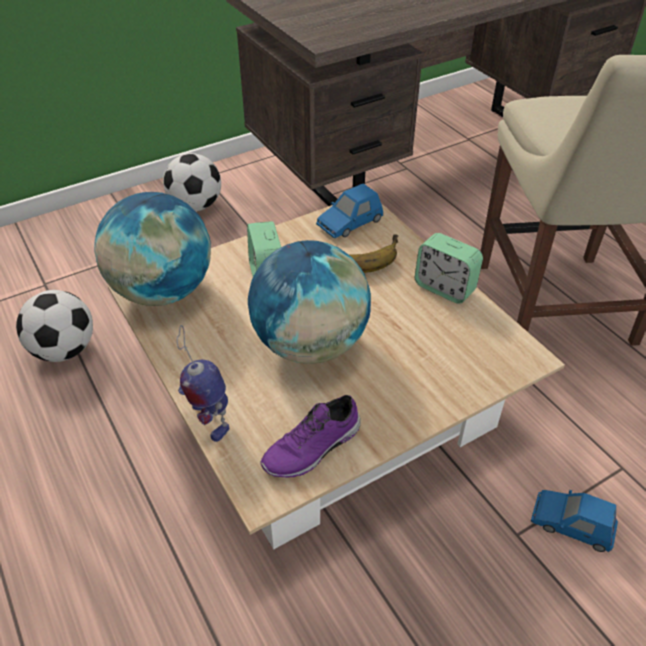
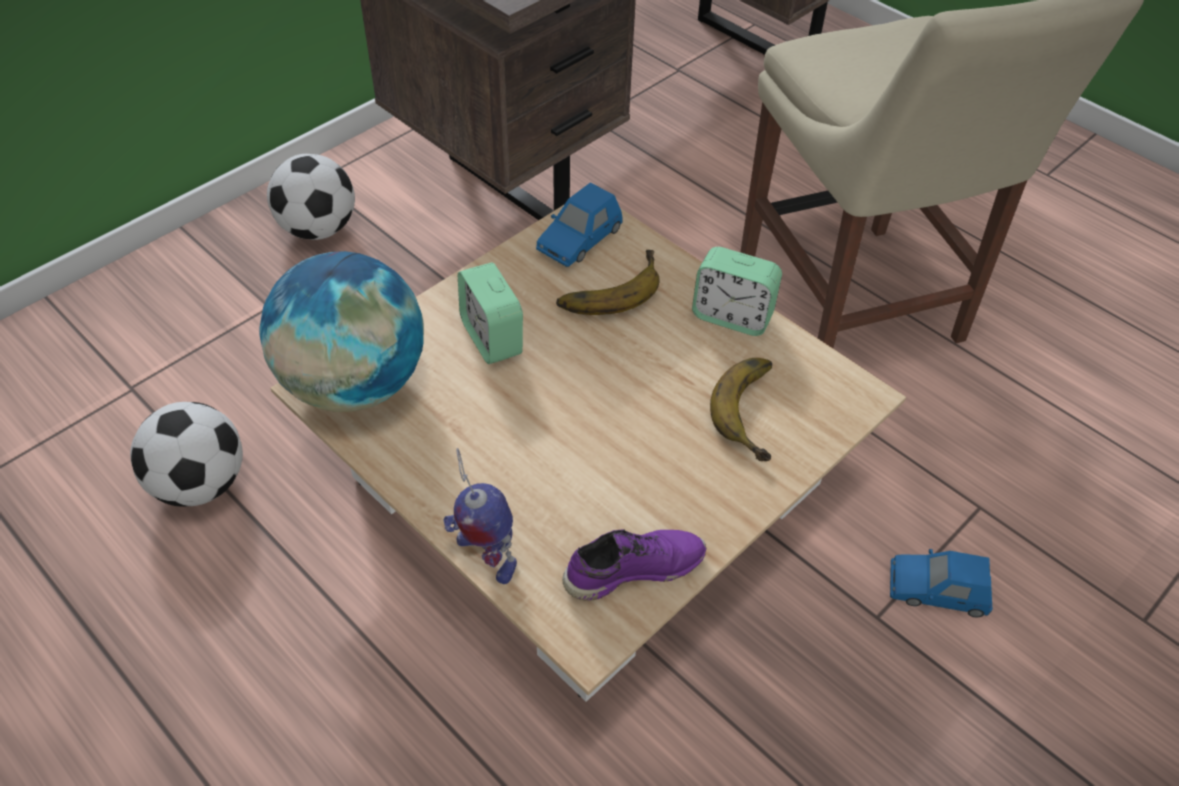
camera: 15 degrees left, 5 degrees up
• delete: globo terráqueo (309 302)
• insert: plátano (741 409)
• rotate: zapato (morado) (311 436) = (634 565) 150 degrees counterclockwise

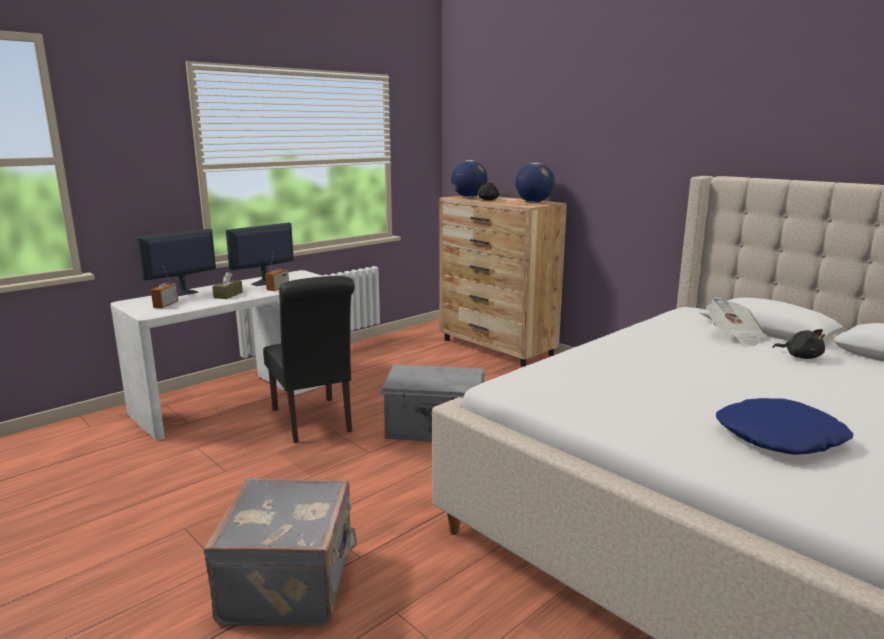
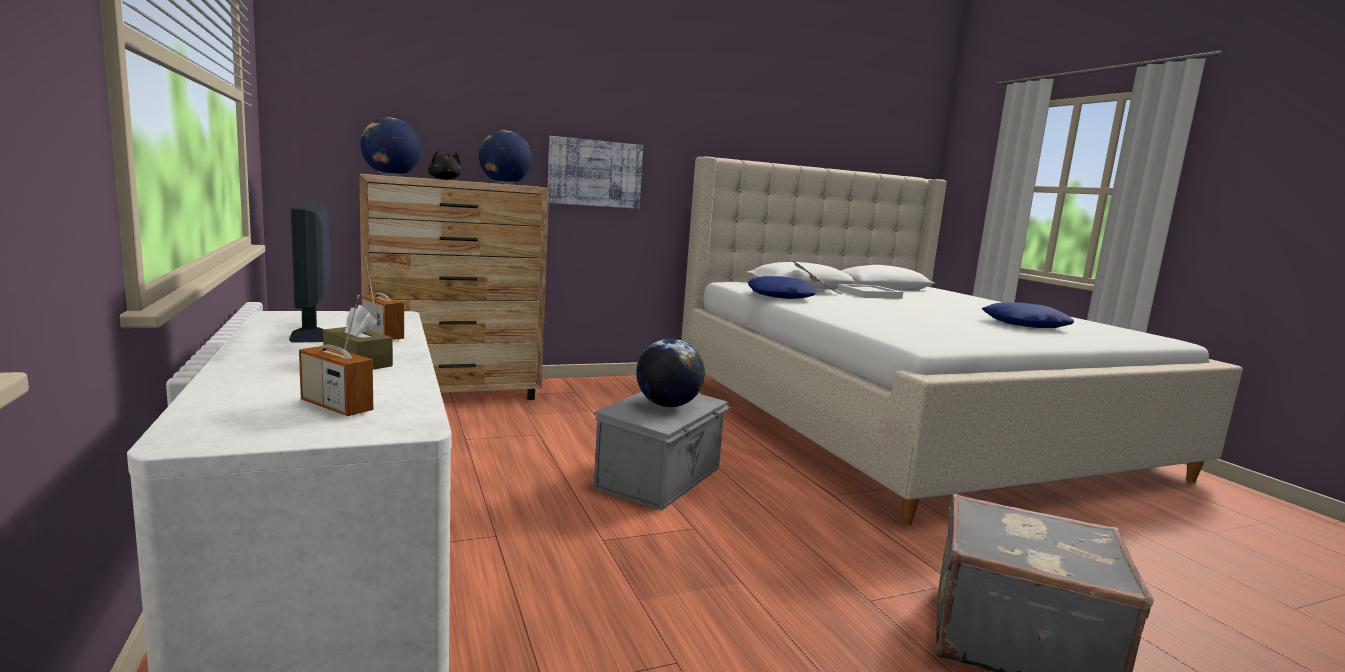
camera: 70 degrees left, 5 degrees down
• delete: monitor (176 262)
• delete: silla (negro) (309 359)
• insert: cuadro (595 172)
• insert: globo terráqueo (670 373)
• insert: cojín (azul) (782 287)
• replace: peluche (negro) (799 344) to bandeja (blanco) (870 291)

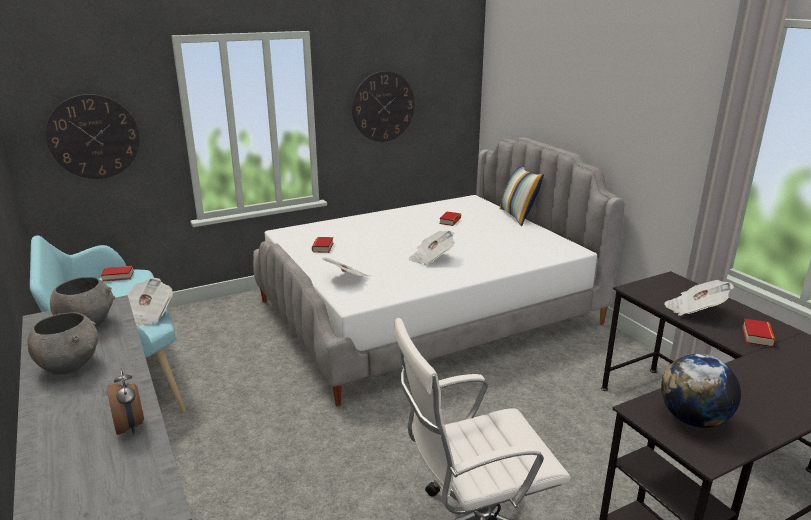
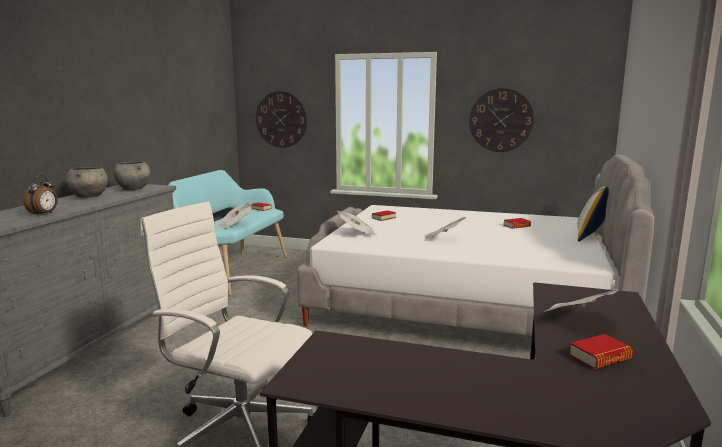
camera: 45 degrees right, 10 degrees down
• delete: globo terráqueo (701 391)

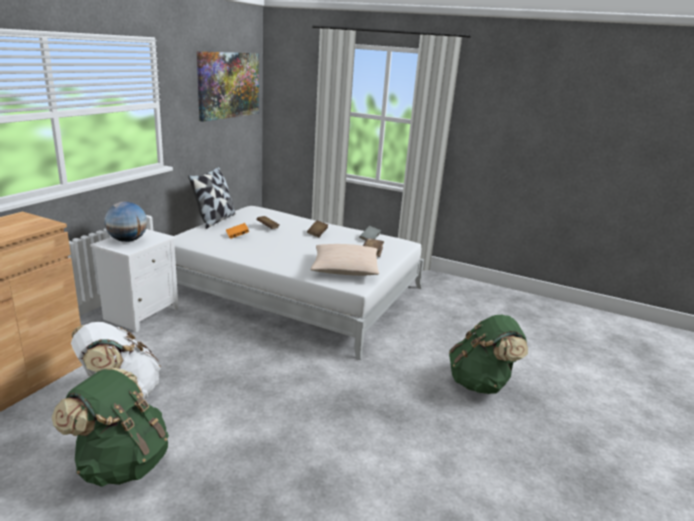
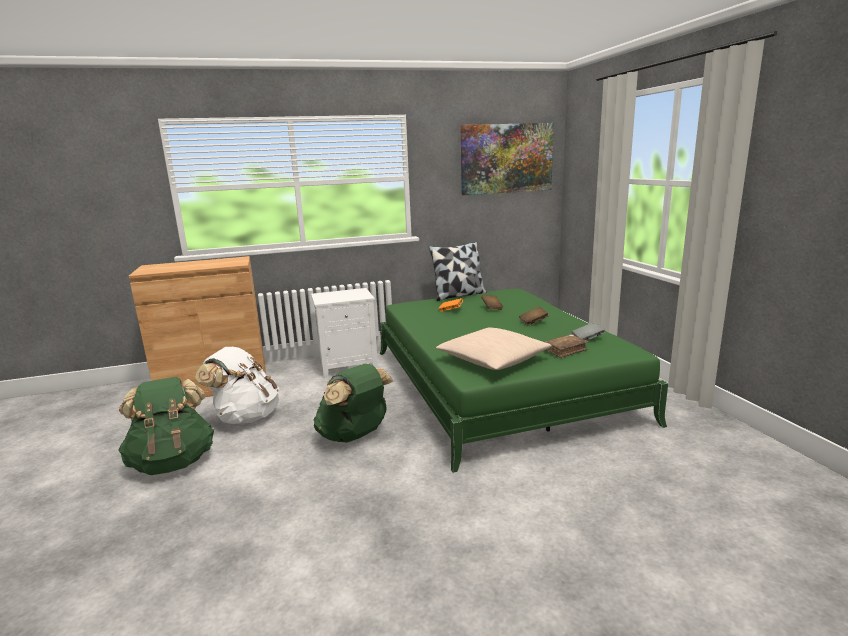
camera: 50 degrees right, 5 degrees down
• delete: globo terráqueo (126 222)
• move: mochila (verde) (488 354) to (354 403)
• recolor: cama (blanco) (299 283) to cama (verde) (524 381)

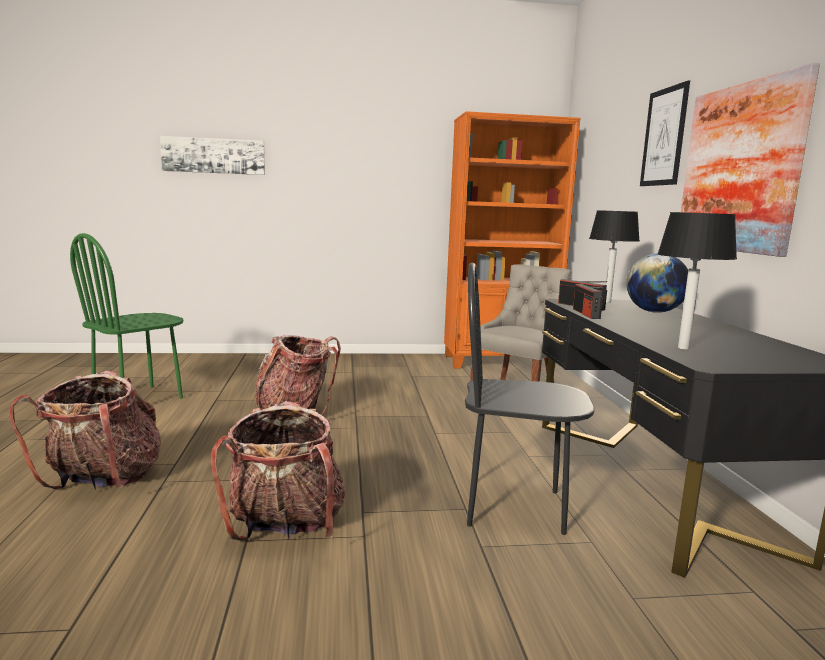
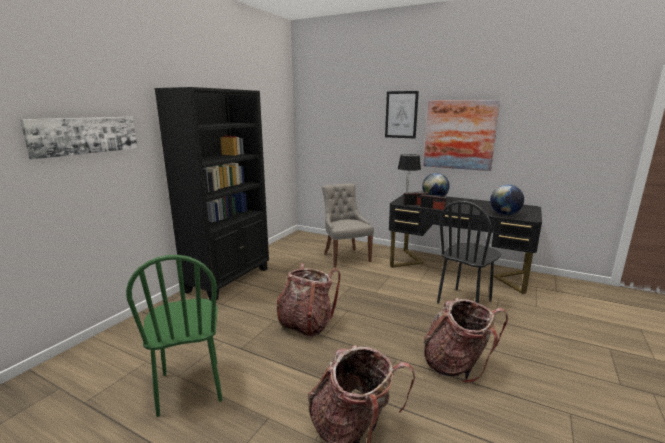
camera: 55 degrees left, 5 degrees up
• delete: estantería (naranja) (512 239)
• insert: estantería (negro) (211 194)
• replace: lámpara de mesa (697 281) to globo terráqueo (507 199)

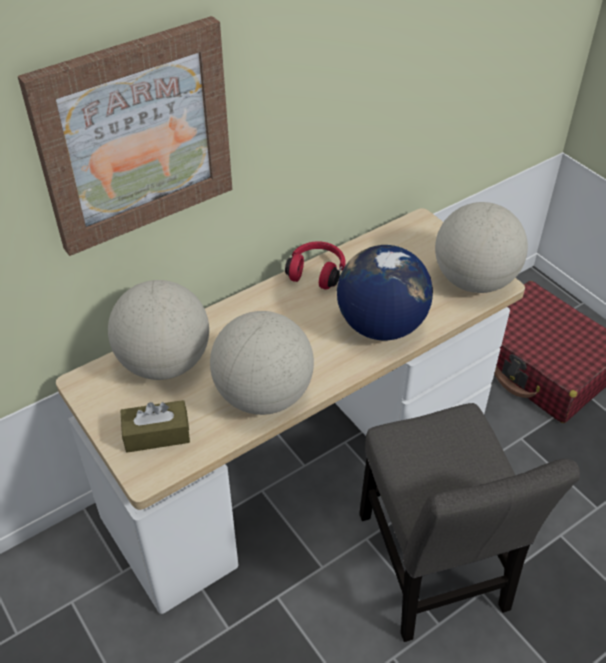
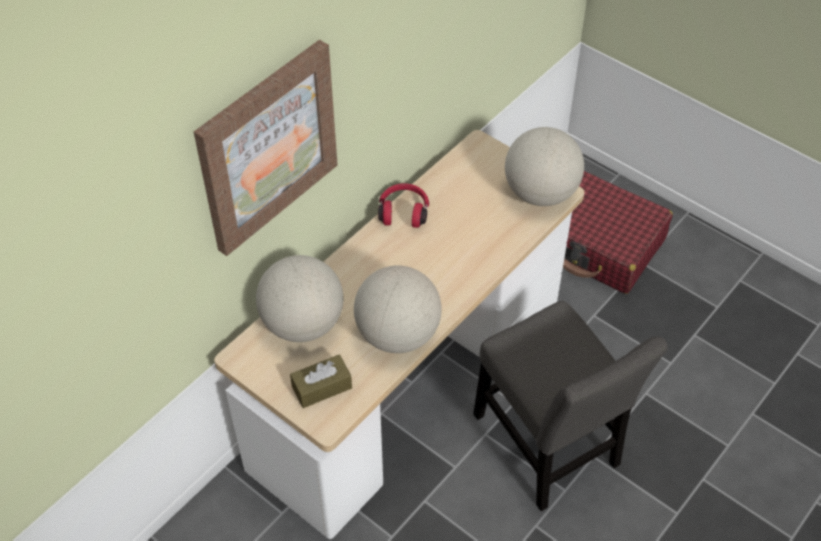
camera: 15 degrees left, 5 degrees up
• delete: globo terráqueo (385 292)

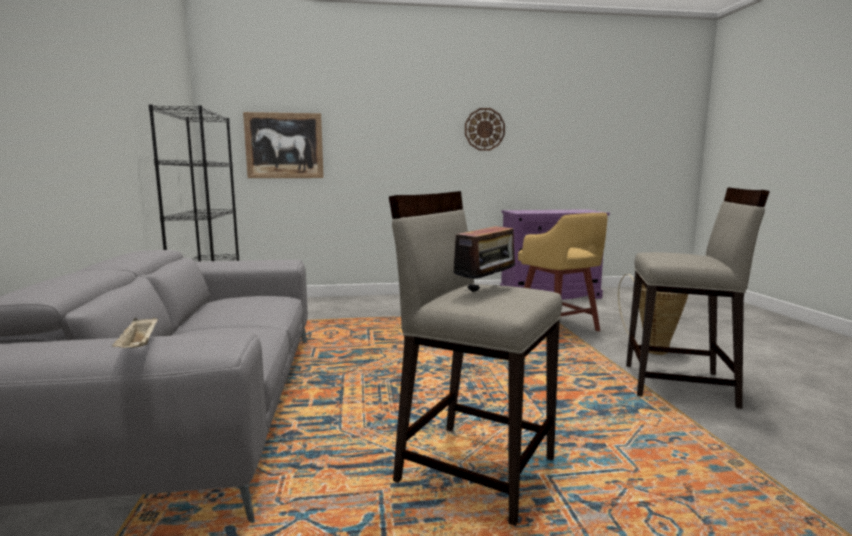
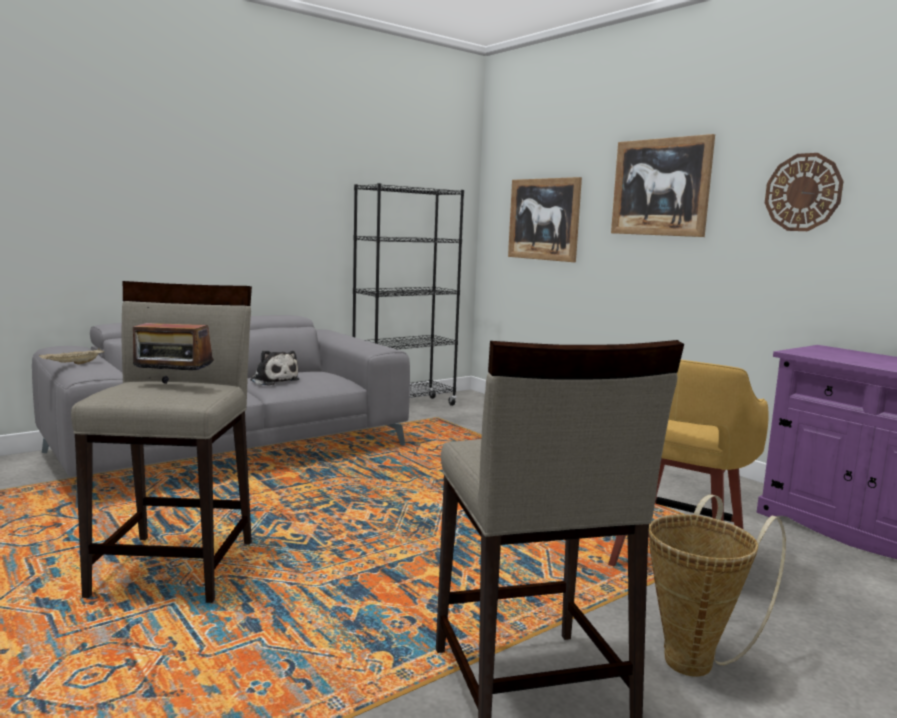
camera: 60 degrees right, 0 degrees up
• insert: peluche (275 368)
• insert: cuadro (663 185)

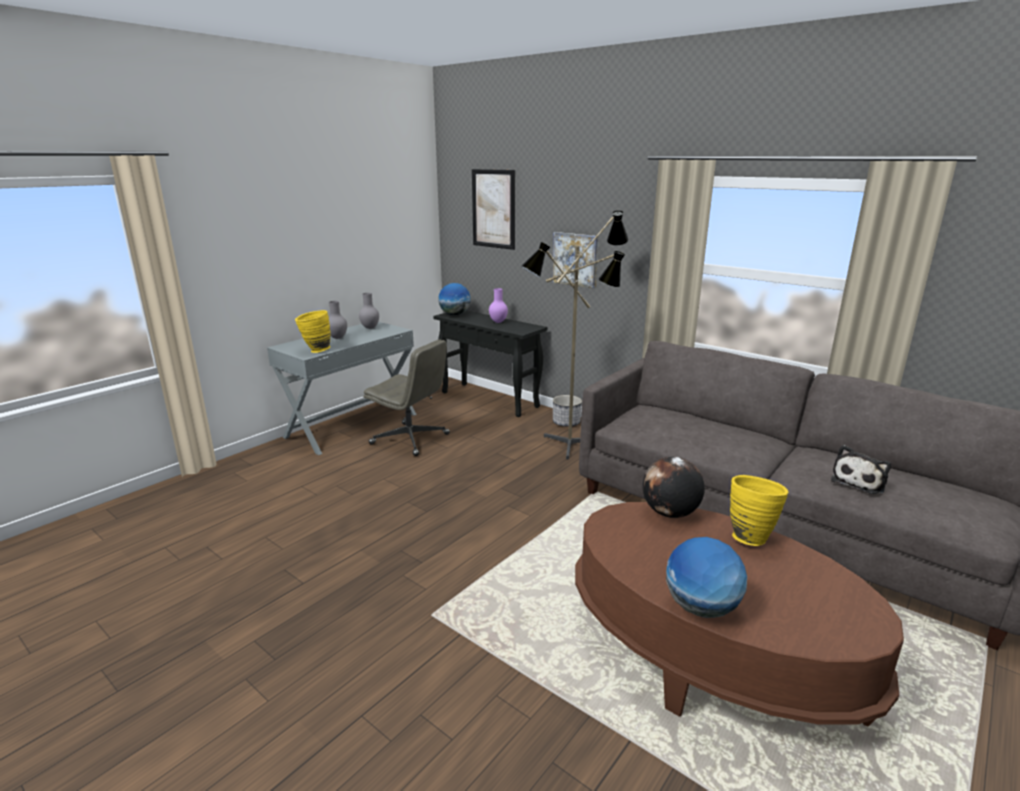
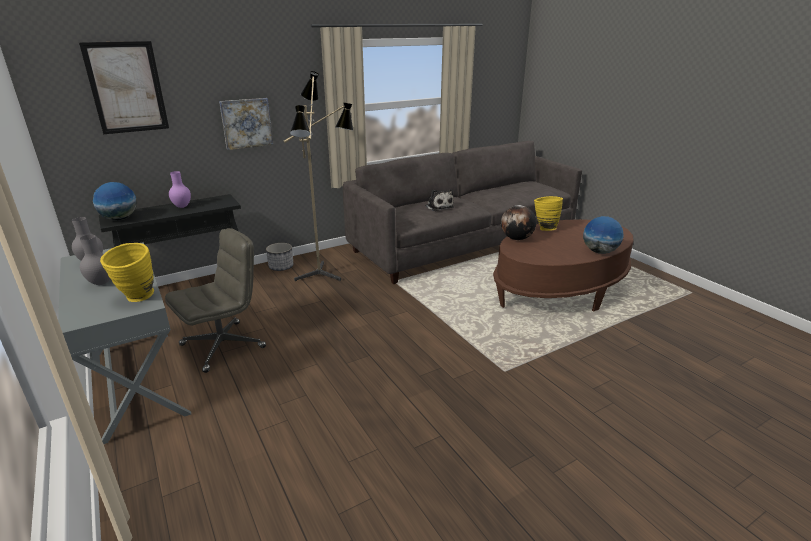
camera: 70 degrees left, 5 degrees up
• move: peluche (861 469) to (440 200)

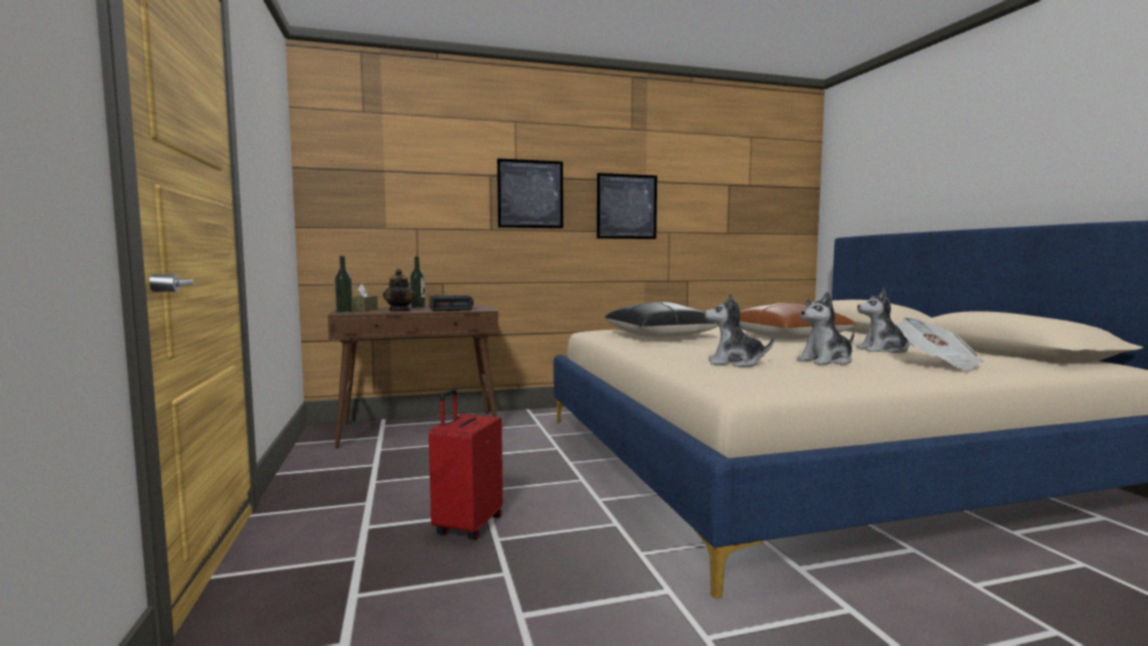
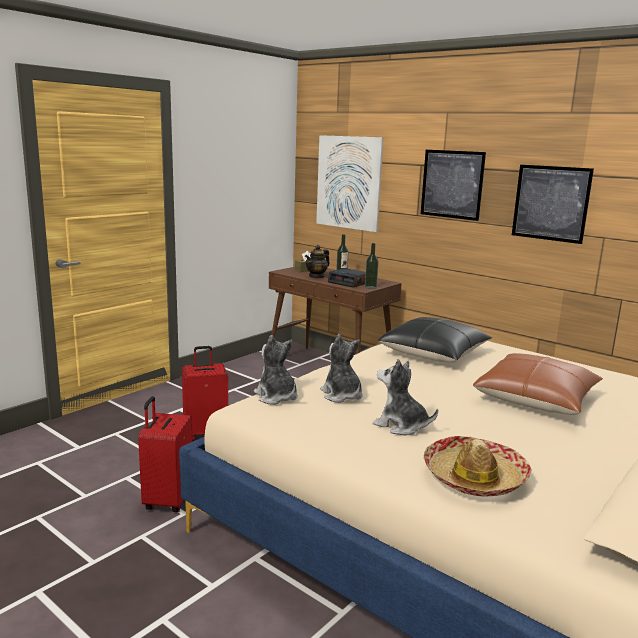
camera: 55 degrees right, 10 degrees up
• insert: maleta (rojo) (165 454)
• insert: cuadro (349 183)
• move: botella (344 285) to (372 266)
• move: peluche (883 320) to (276 370)
• replace: periódico (940 344) to sombrero (478 466)

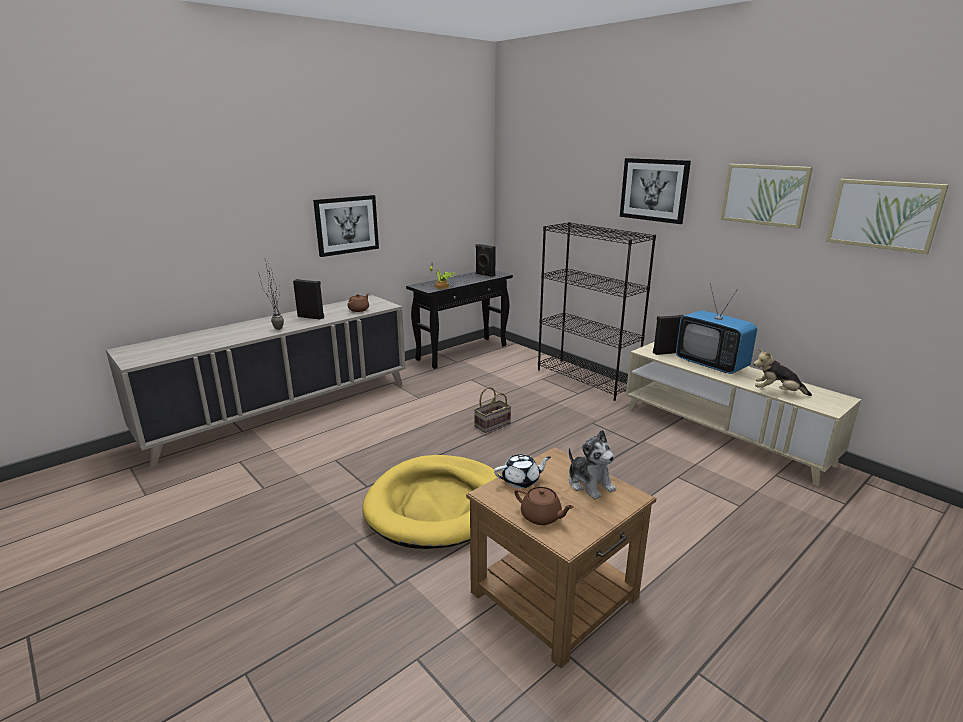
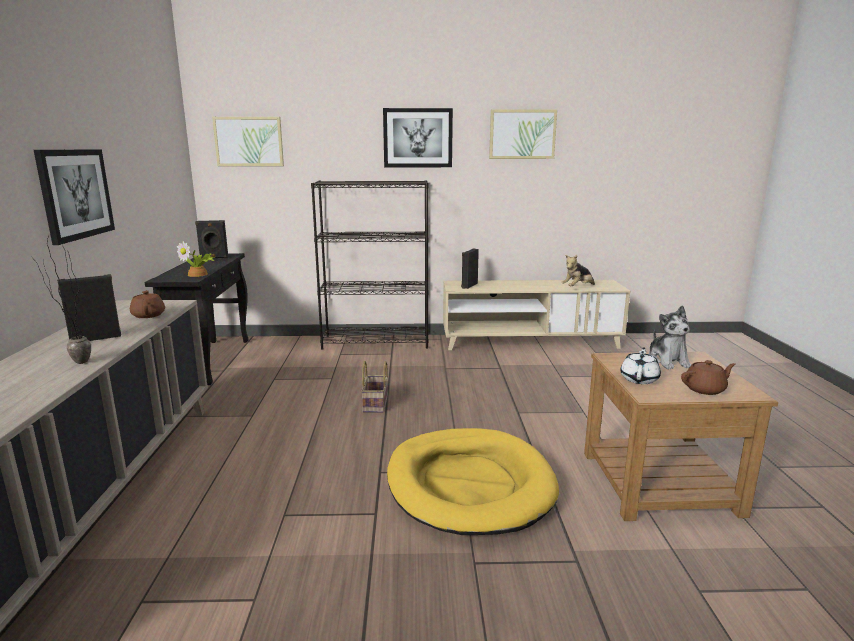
camera: 50 degrees left, 5 degrees down
• delete: televisor (716 328)
• move: cuadro (887 216) to (248 141)
• rotate: peluche (592 465) = (670 337) 75 degrees clockwise

